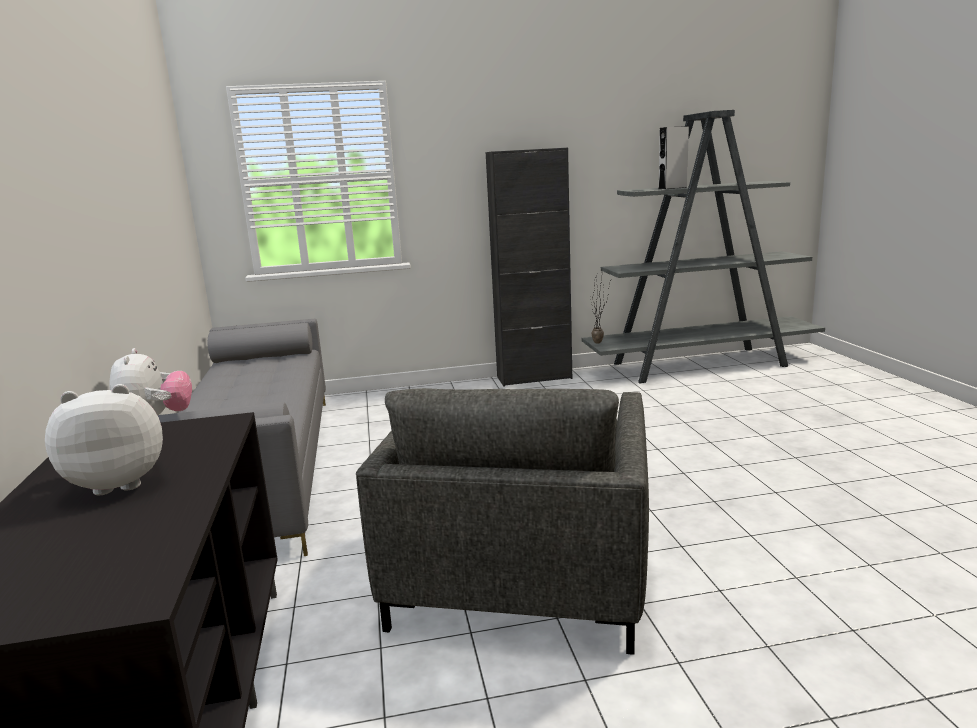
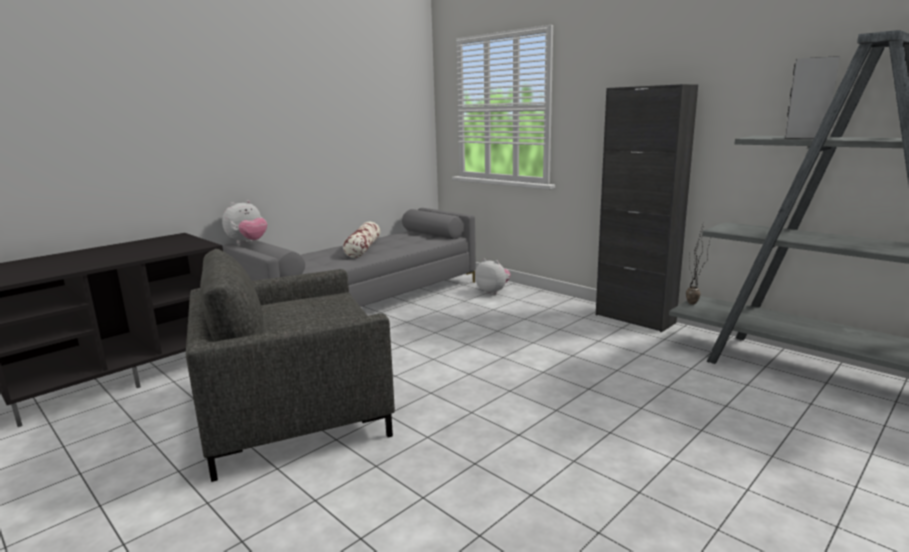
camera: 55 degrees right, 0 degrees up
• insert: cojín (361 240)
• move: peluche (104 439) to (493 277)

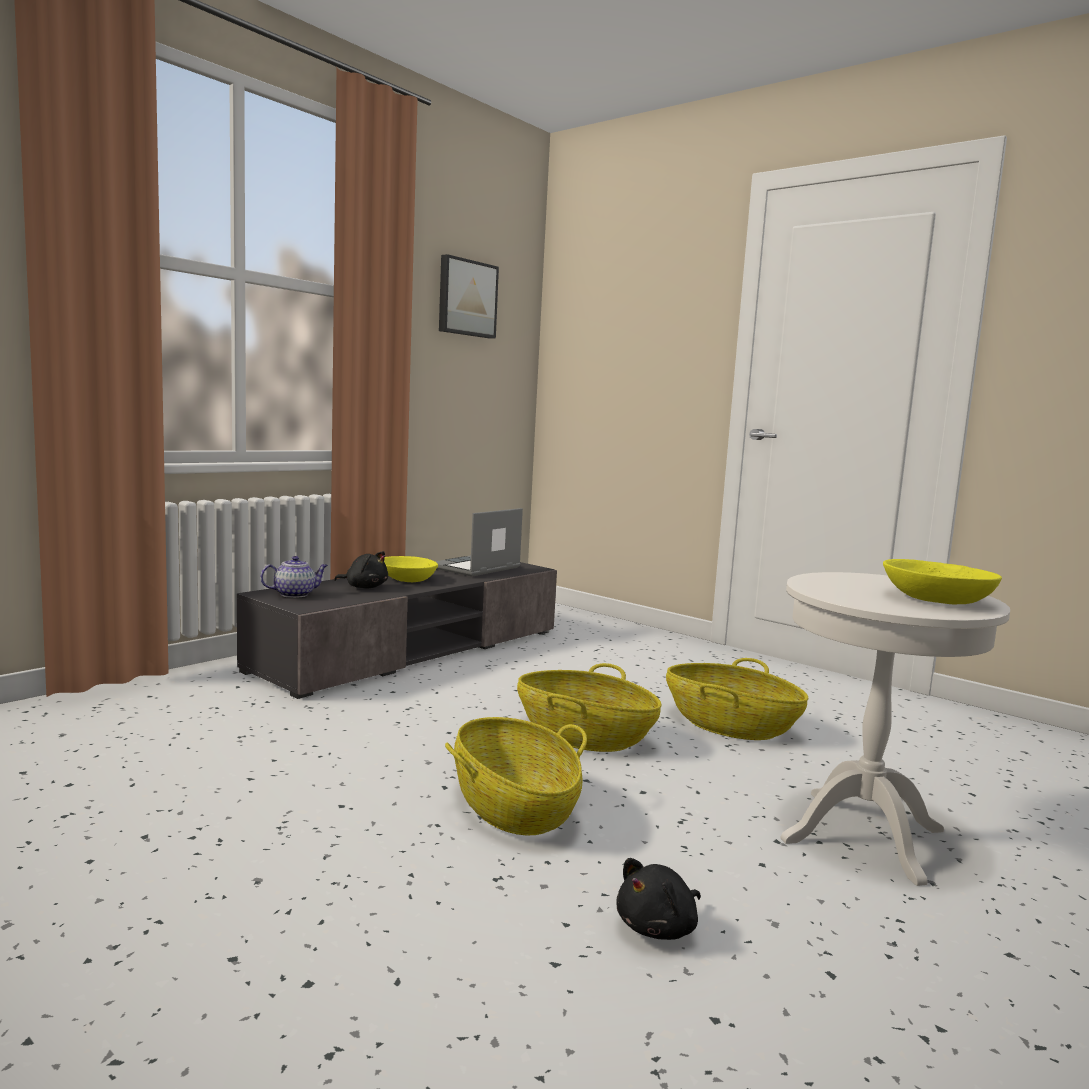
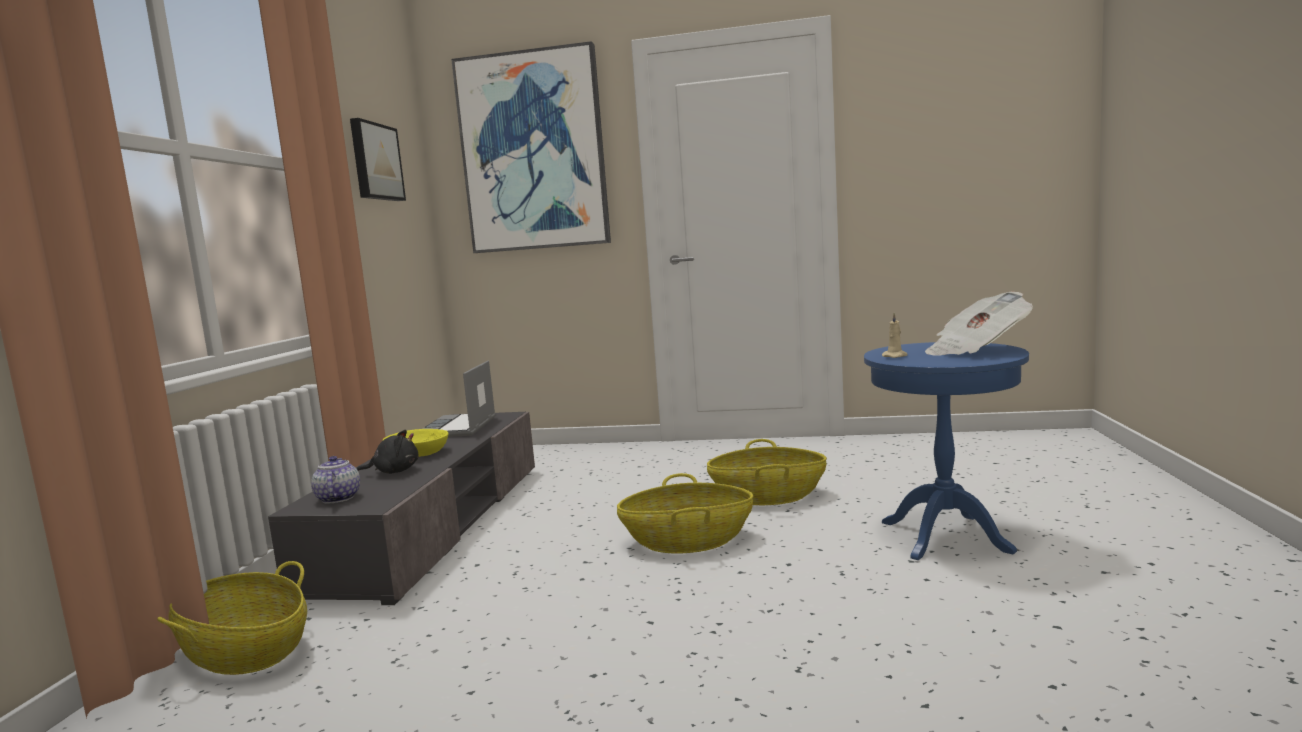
camera: 30 degrees left, 0 degrees up
• delete: peluche (negro) (658 899)
• insert: cuadro (531 147)
• insert: vela (beis) (895 335)
• move: cesta (516 776) to (232 618)
• replace: cuenco (amarillo) (942 581) to periódico (979 324)
• recolor: mesa auxiliar (blanco) (895 729) to mesa auxiliar (azul) (946 451)
• rotate: tetera (294 577) = (335 479) 45 degrees counterclockwise

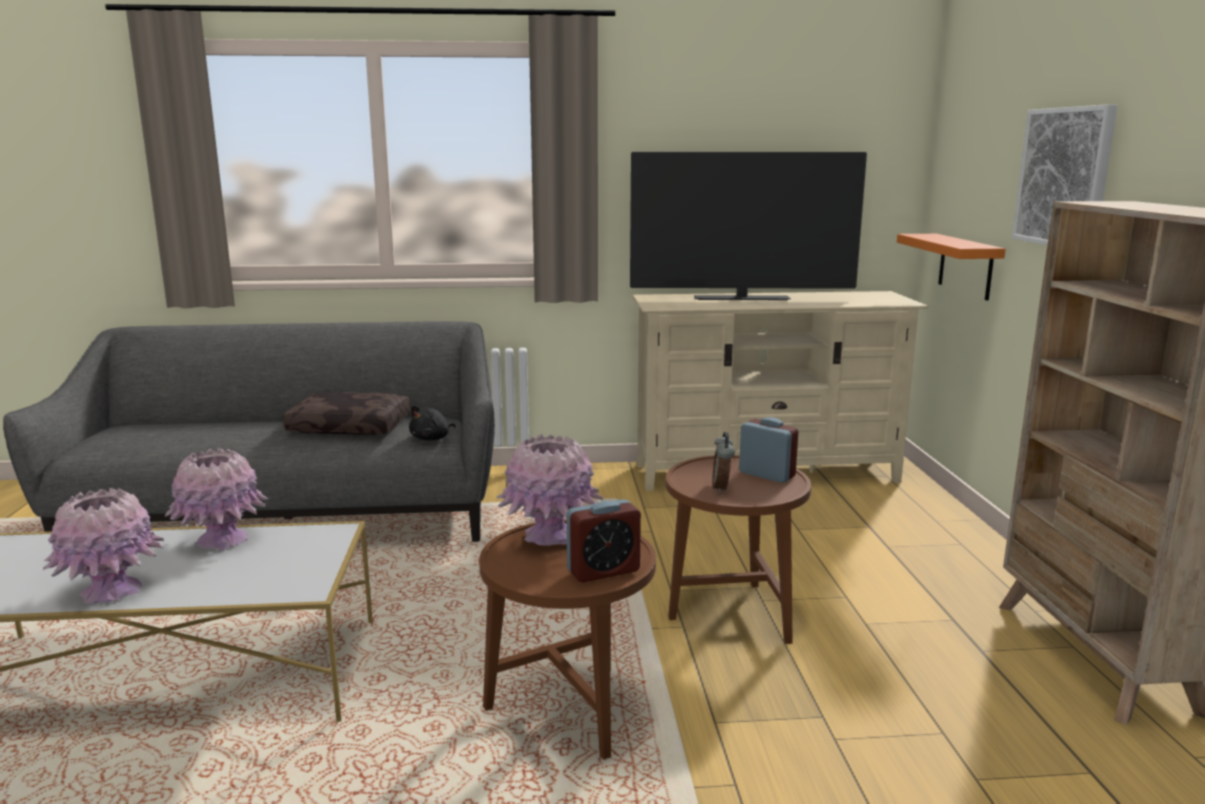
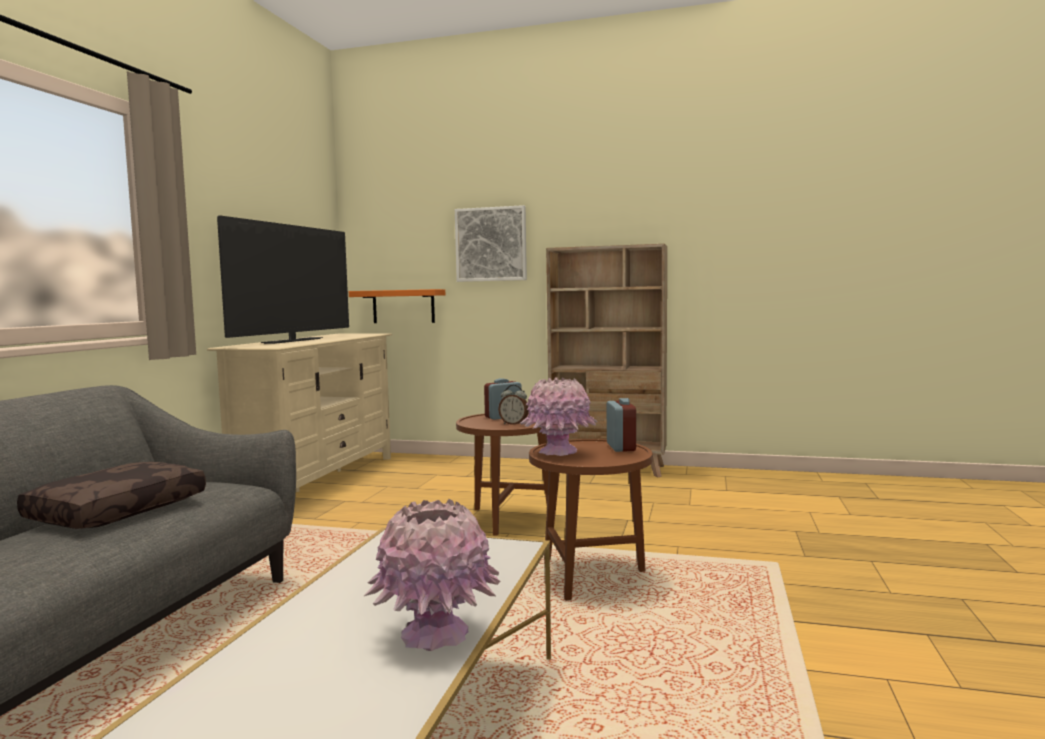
camera: 70 degrees left, 10 degrees down
• delete: florero (rosa) (216 499)
• delete: peluche (negro) (432 423)

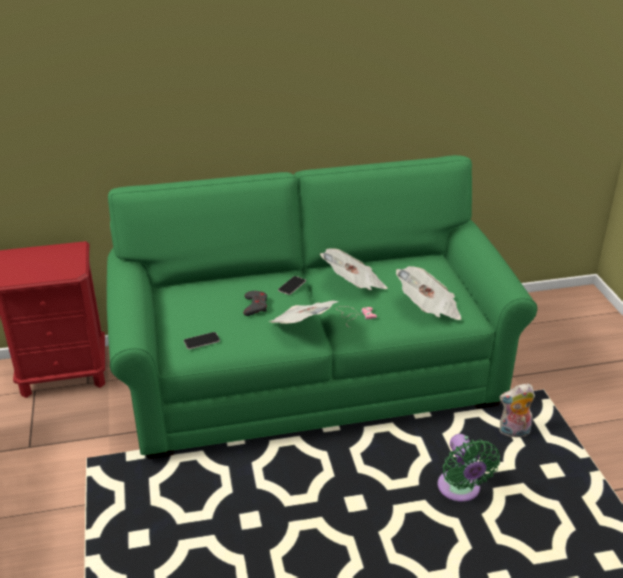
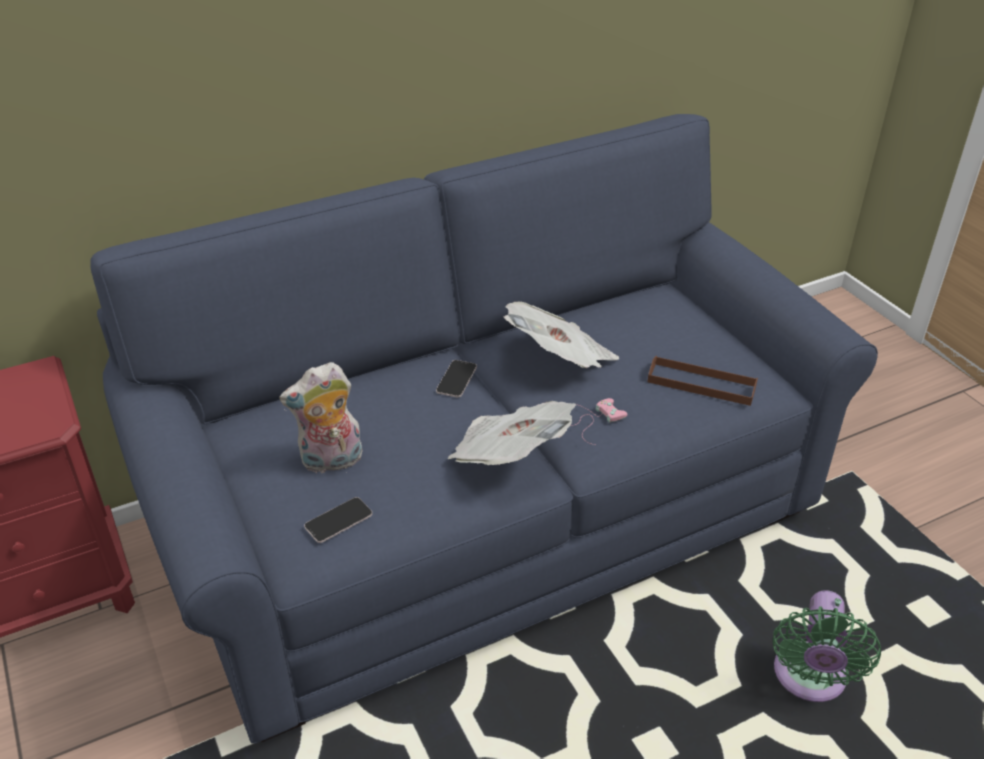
camera: 15 degrees left, 5 degrees up
• delete: mando de consola (gris) (255 303)
• move: peluche (517 410) to (320 417)
• replace: periódico (429 293) to bandeja (marrón) (703 381)
• recolor: sofá (verde) (322 307) to sofá (azul) (484 428)
• rotate: ventilador (verde) (469 468) = (827 646) 45 degrees clockwise

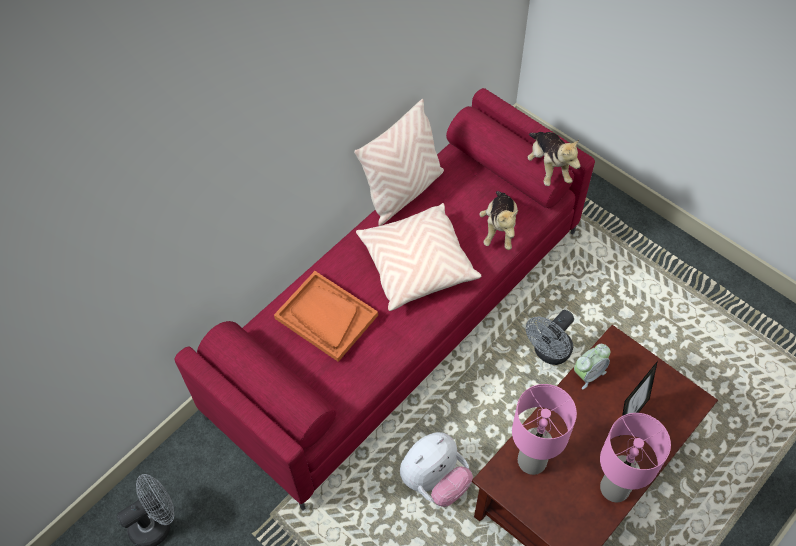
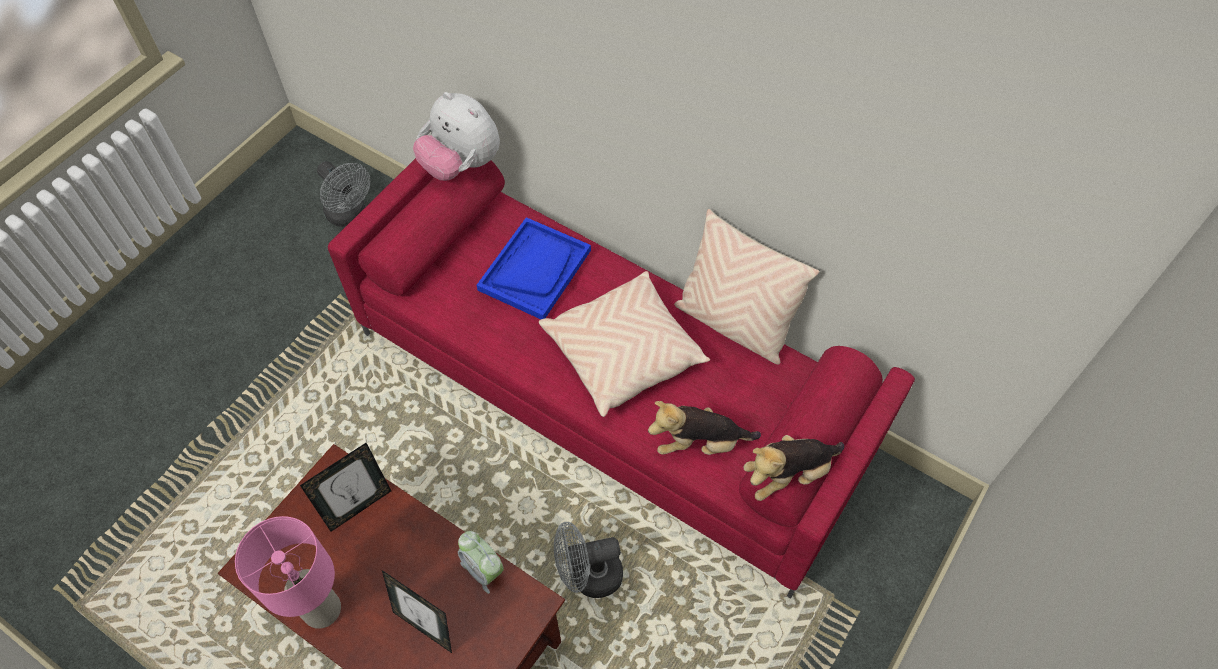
camera: 80 degrees right, 0 degrees up
• move: peluche (436 469) to (456 136)
• replace: lámpara de mesa (rosa) (544 429) to portarretratos (345 487)
• recolor: bandeja (naranja) (326 316) to bandeja (azul) (534 268)
• rotate: ventilador (gris) (550 337) = (588 560) 45 degrees counterclockwise

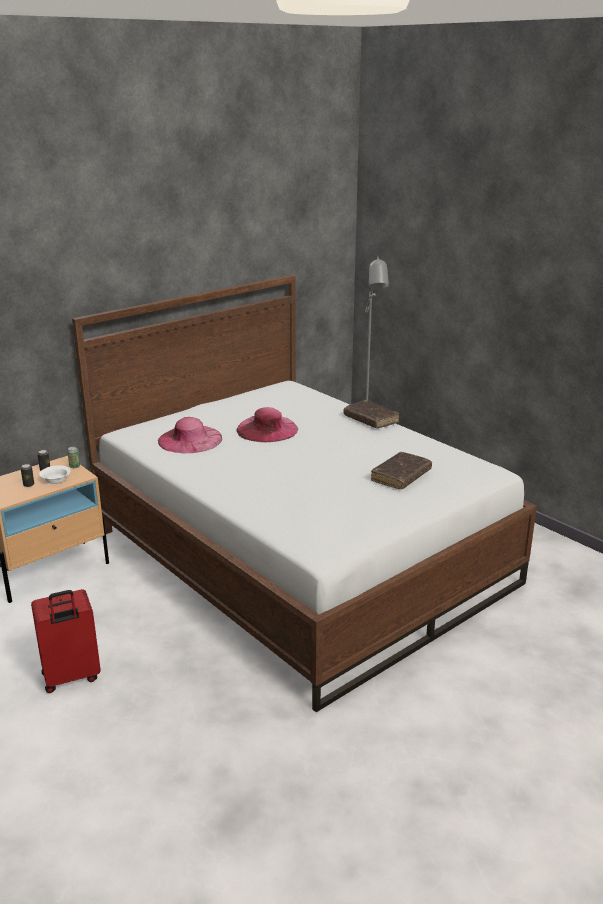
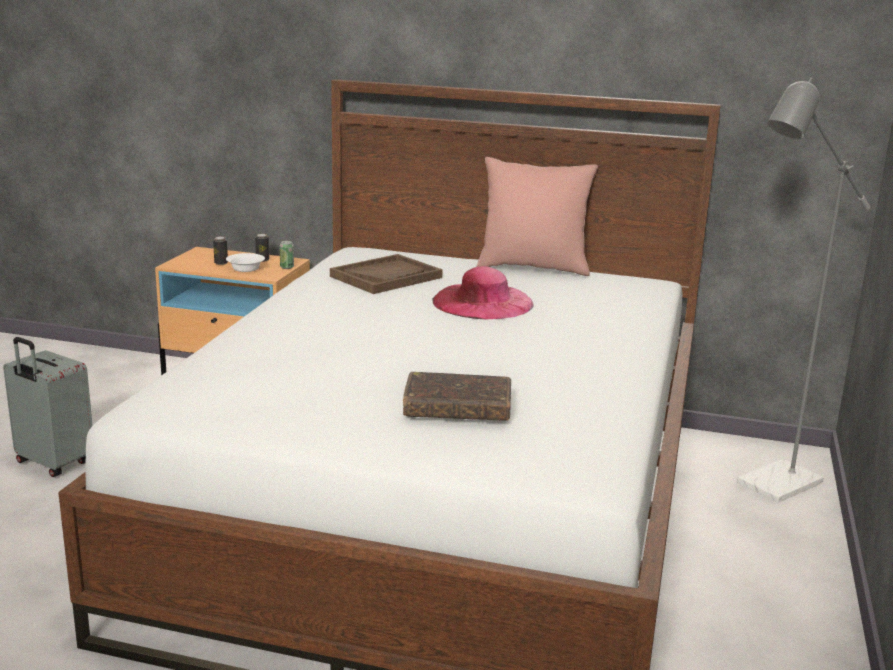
camera: 55 degrees right, 5 degrees down
• delete: libro (marrón) (371 414)
• insert: cojín (rosa) (537 216)
• replace: sombrero (rosa) (190 435) to bandeja (marrón) (386 274)
• recolor: maleta (rojo) (66 641) to maleta (gris) (48 407)

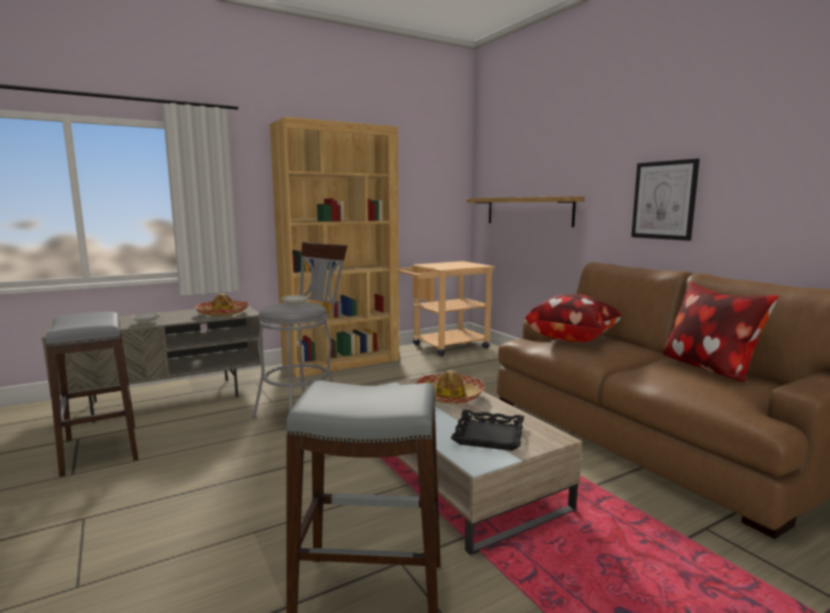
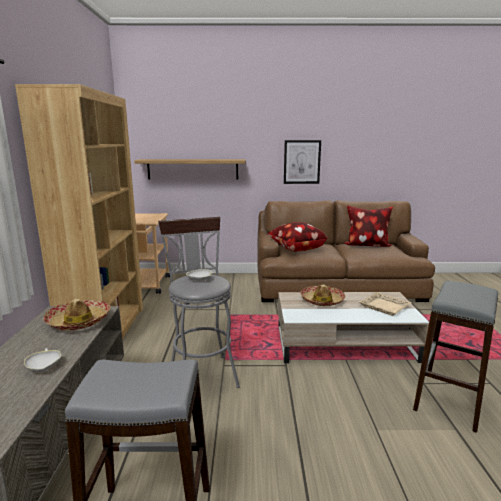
camera: 60 degrees left, 5 degrees up
• recolor: bandeja (negro) (487 430) to bandeja (beis) (385 304)

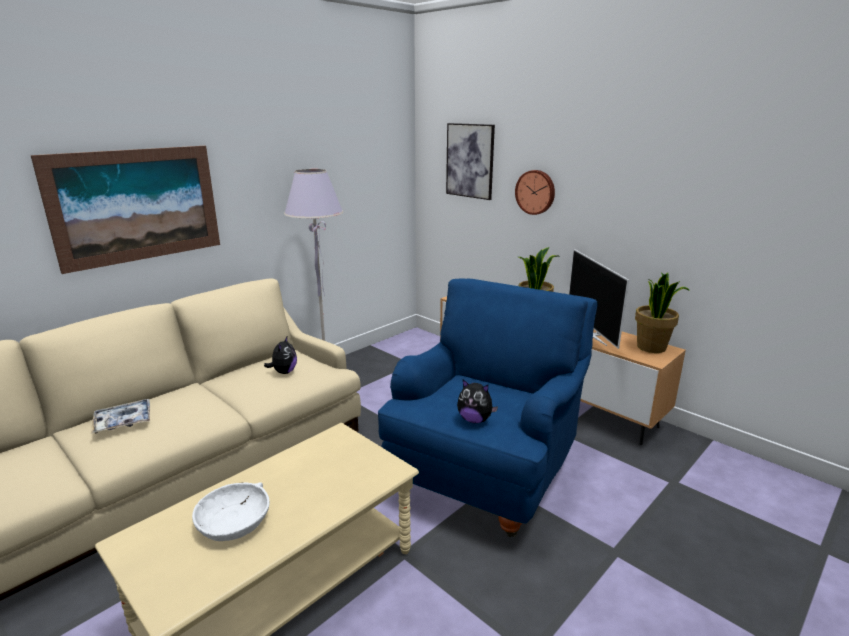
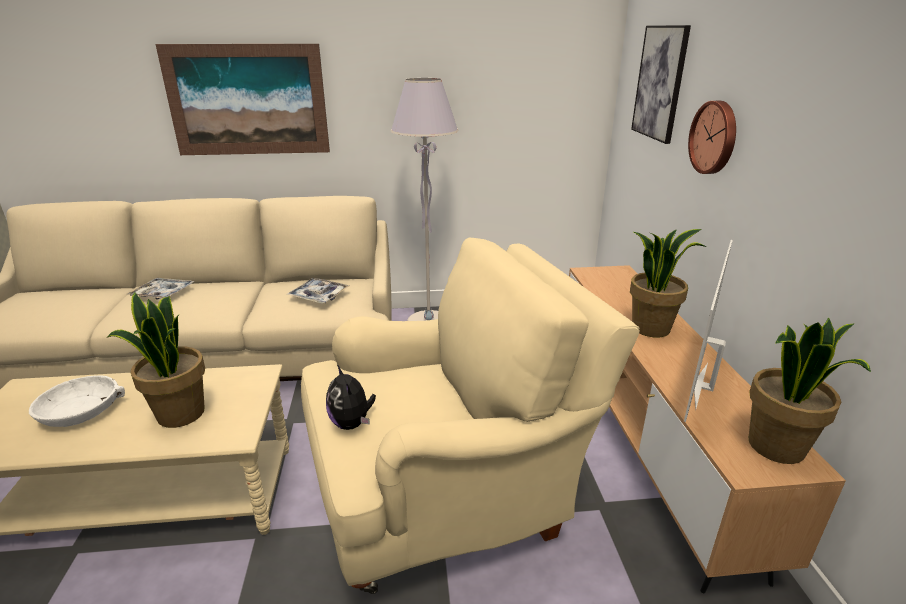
camera: 40 degrees right, 5 degrees up
• insert: planta en maceta (156 360)
• replace: peluche (280 355) to bandeja (317 290)
• recolor: sillón (azul) (488 408) to sillón (beis) (470 415)

